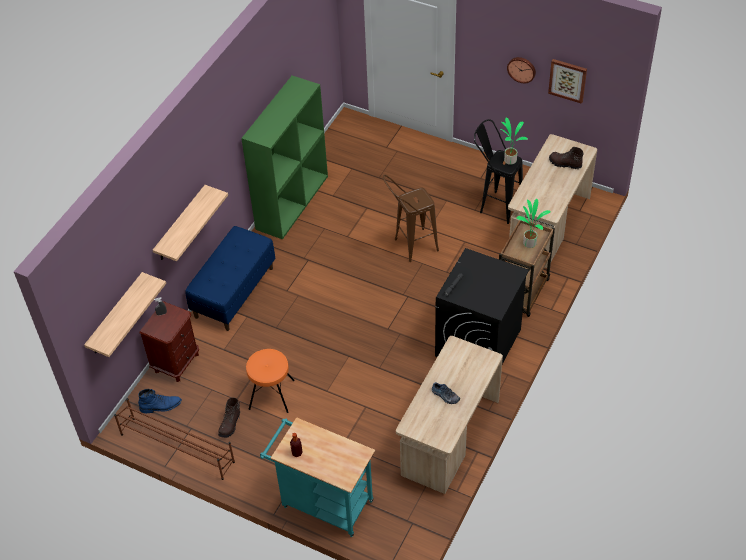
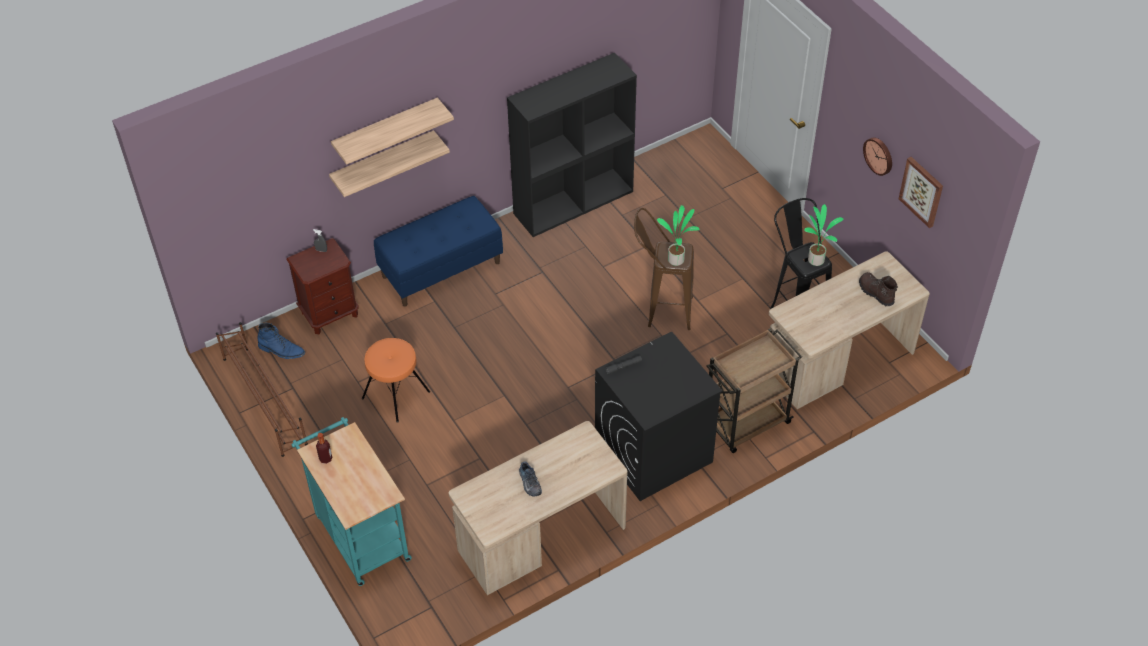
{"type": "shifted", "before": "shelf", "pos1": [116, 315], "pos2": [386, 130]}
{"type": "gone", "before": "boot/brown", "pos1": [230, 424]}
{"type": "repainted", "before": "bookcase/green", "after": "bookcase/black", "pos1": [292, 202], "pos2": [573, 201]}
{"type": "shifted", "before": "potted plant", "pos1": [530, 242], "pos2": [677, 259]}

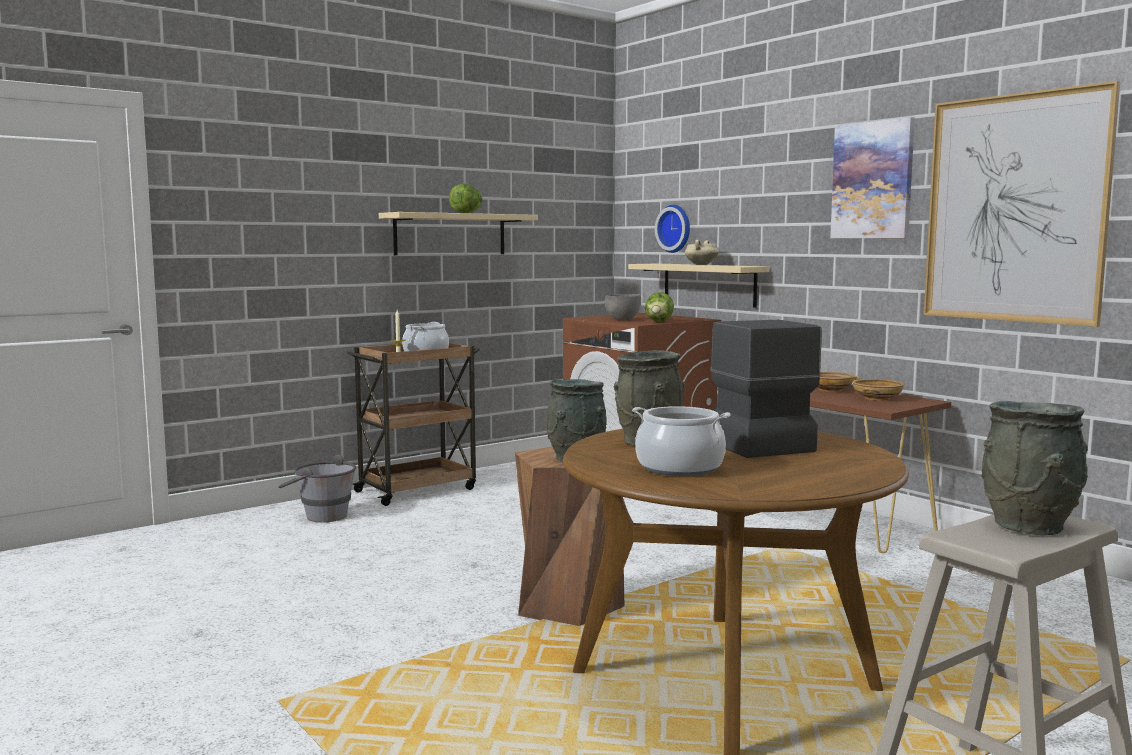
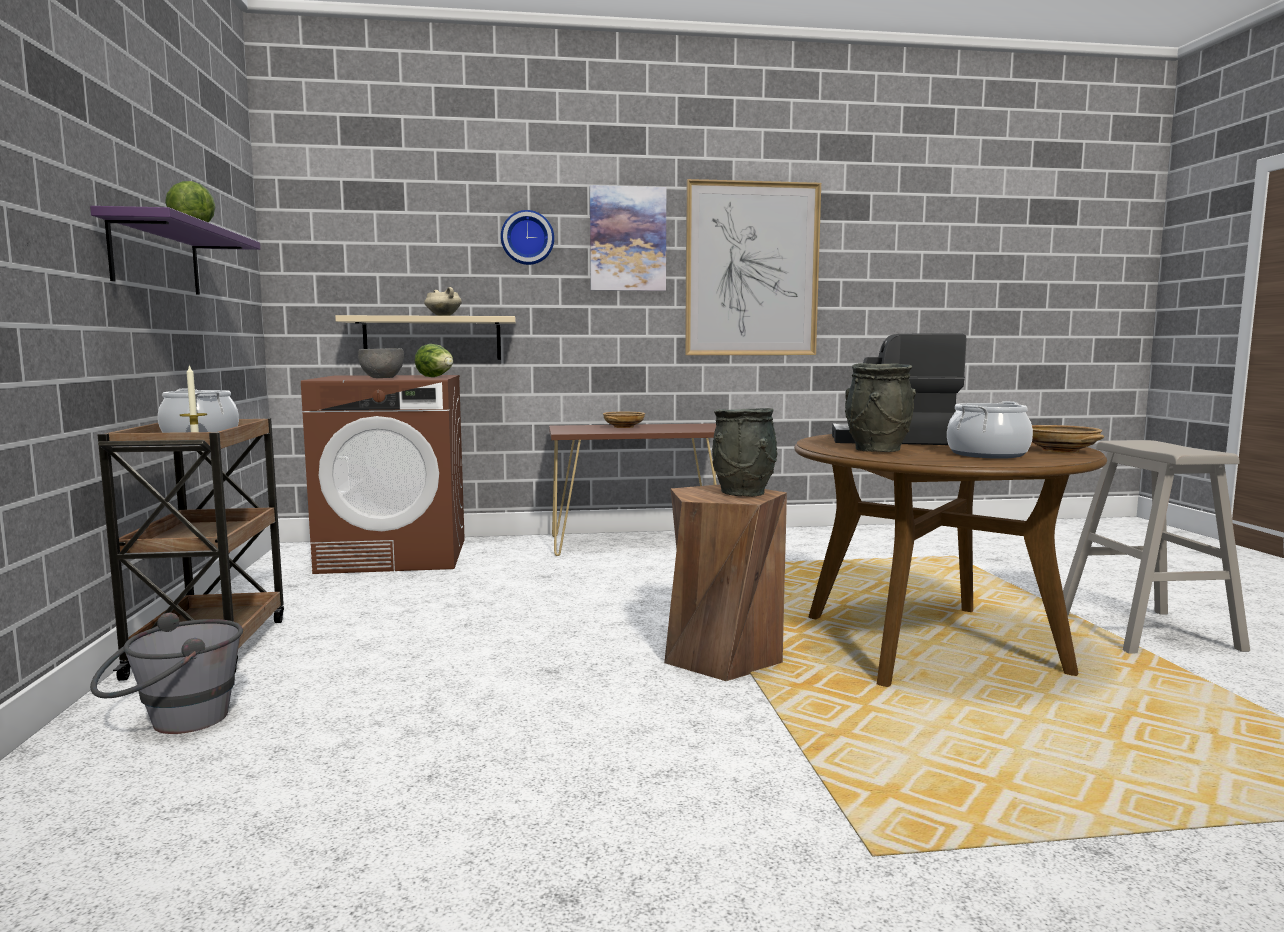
{"type": "repainted", "before": "shelf/beige", "after": "shelf/purple", "pos1": [450, 234], "pos2": [156, 257]}
{"type": "shifted", "before": "wall clock", "pos1": [675, 228], "pos2": [527, 238]}
{"type": "shifted", "before": "bowl/beige", "pos1": [877, 398], "pos2": [1061, 451]}
{"type": "gone", "before": "vase/grey", "pos1": [1029, 526]}

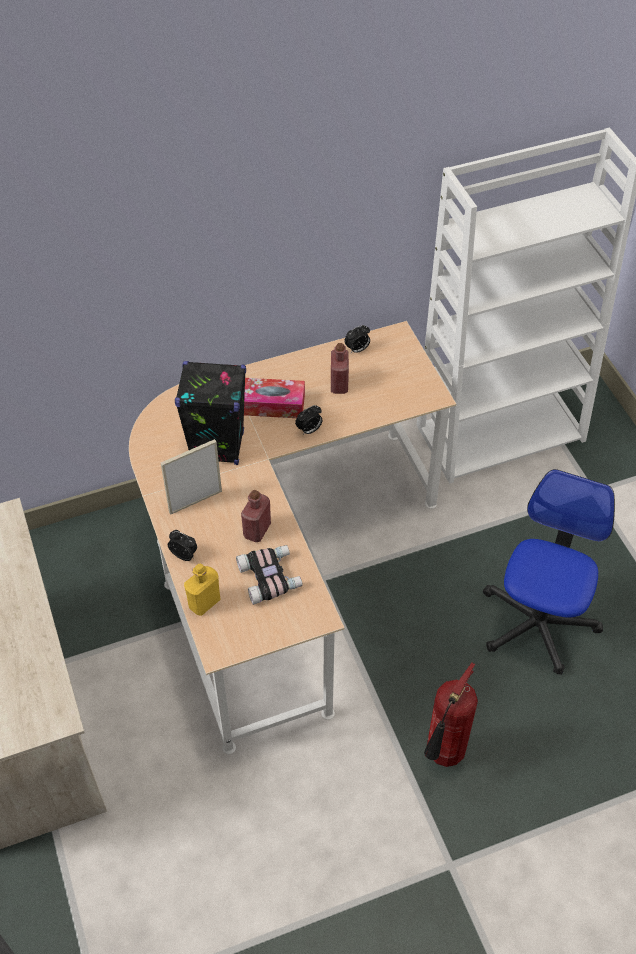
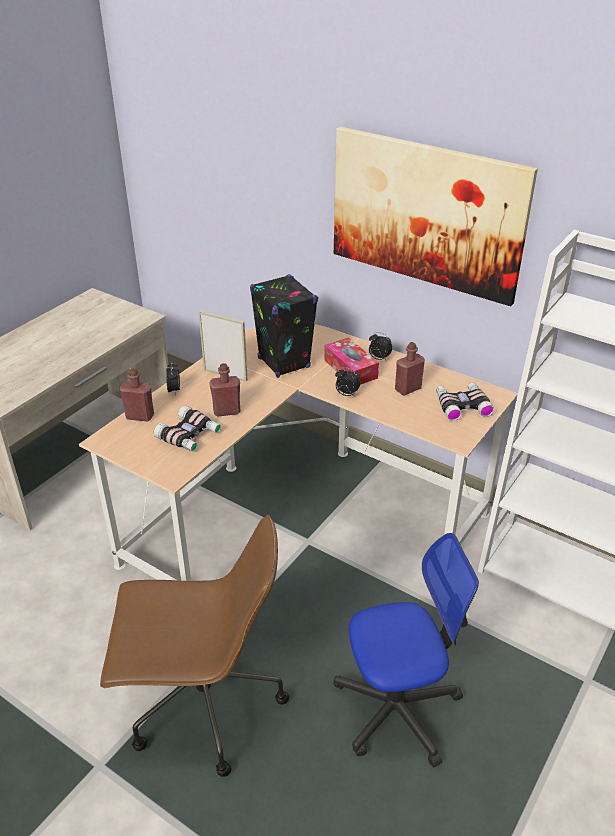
{"type": "repainted", "before": "bottle/yellow", "after": "bottle/red", "pos1": [204, 603], "pos2": [140, 416]}
{"type": "shifted", "before": "alarm clock", "pos1": [357, 350], "pos2": [379, 358]}
{"type": "swapped", "before": "fire extinguisher", "after": "office chair/brown", "pos1": [443, 756], "pos2": [203, 705]}
{"type": "new", "after": "picture", "pos2": [426, 214]}
{"type": "new", "after": "binoculars", "pos2": [462, 405]}

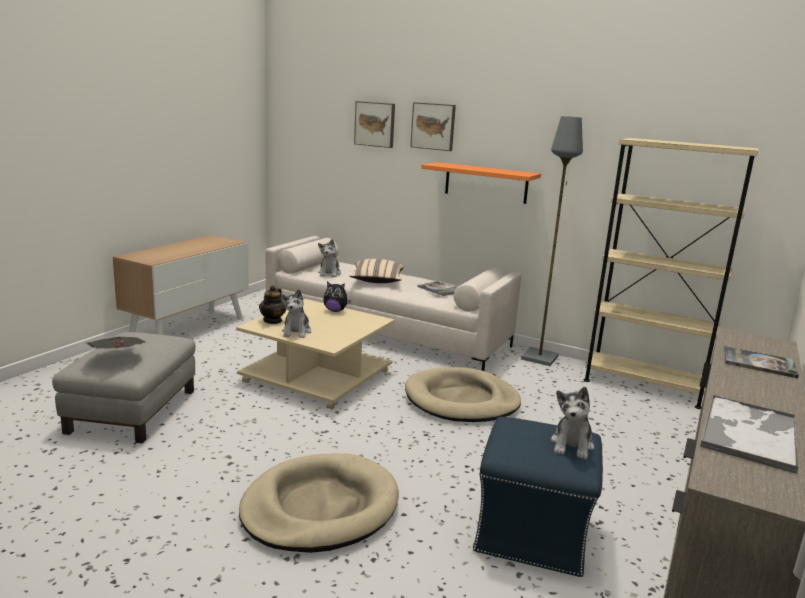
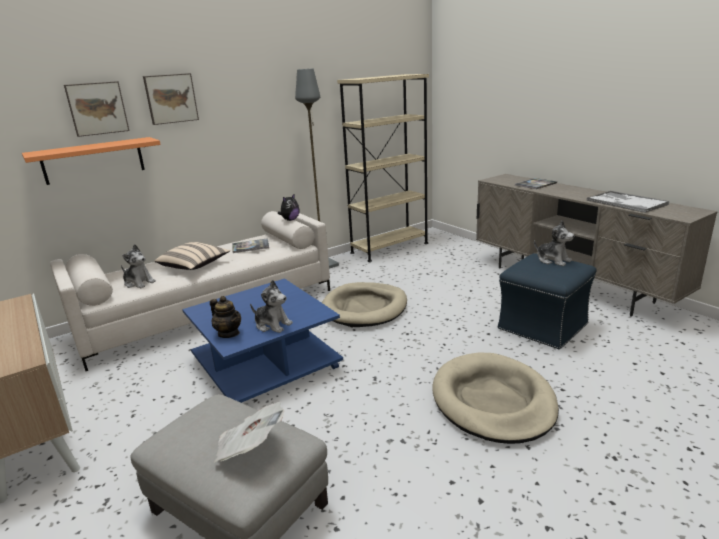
{"type": "repainted", "before": "coffee table/beige", "after": "coffee table/blue", "pos1": [319, 376], "pos2": [266, 362]}
{"type": "shifted", "before": "plush toy", "pos1": [335, 311], "pos2": [290, 220]}
{"type": "shifted", "before": "shelf/orange", "pos1": [486, 183], "pos2": [93, 160]}

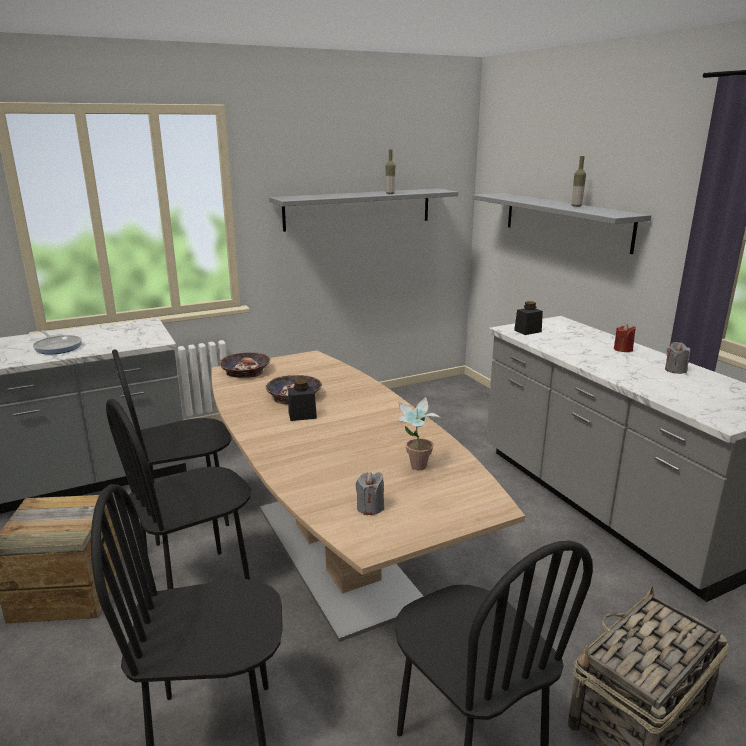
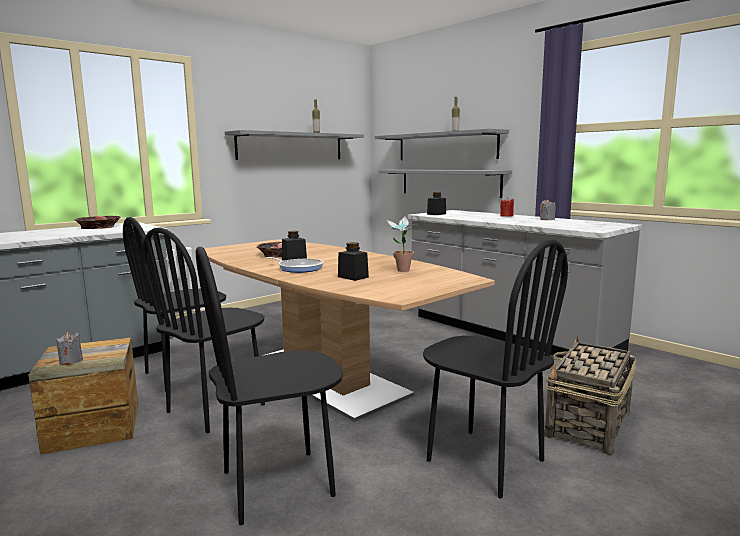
{"type": "shifted", "before": "frying pan", "pos1": [58, 347], "pos2": [299, 268]}
{"type": "shifted", "before": "bowl", "pos1": [245, 371], "pos2": [98, 227]}
{"type": "shifted", "before": "candle/grey", "pos1": [370, 508], "pos2": [71, 361]}
{"type": "new", "after": "jar/black", "pos2": [353, 277]}
{"type": "new", "after": "shelf/grey", "pos2": [449, 182]}

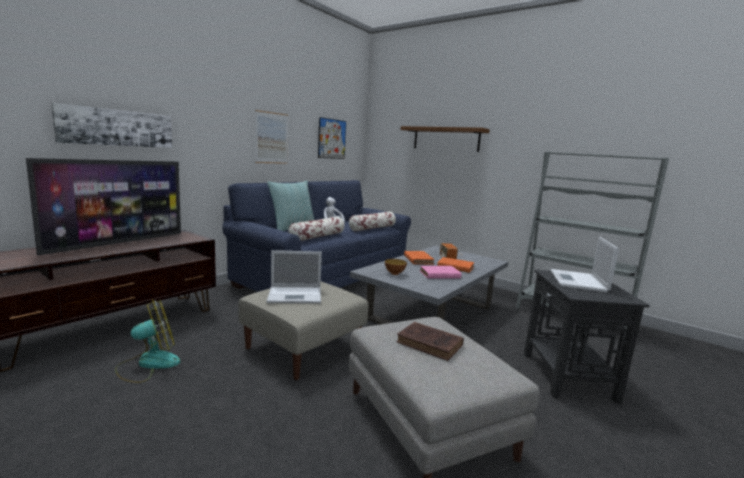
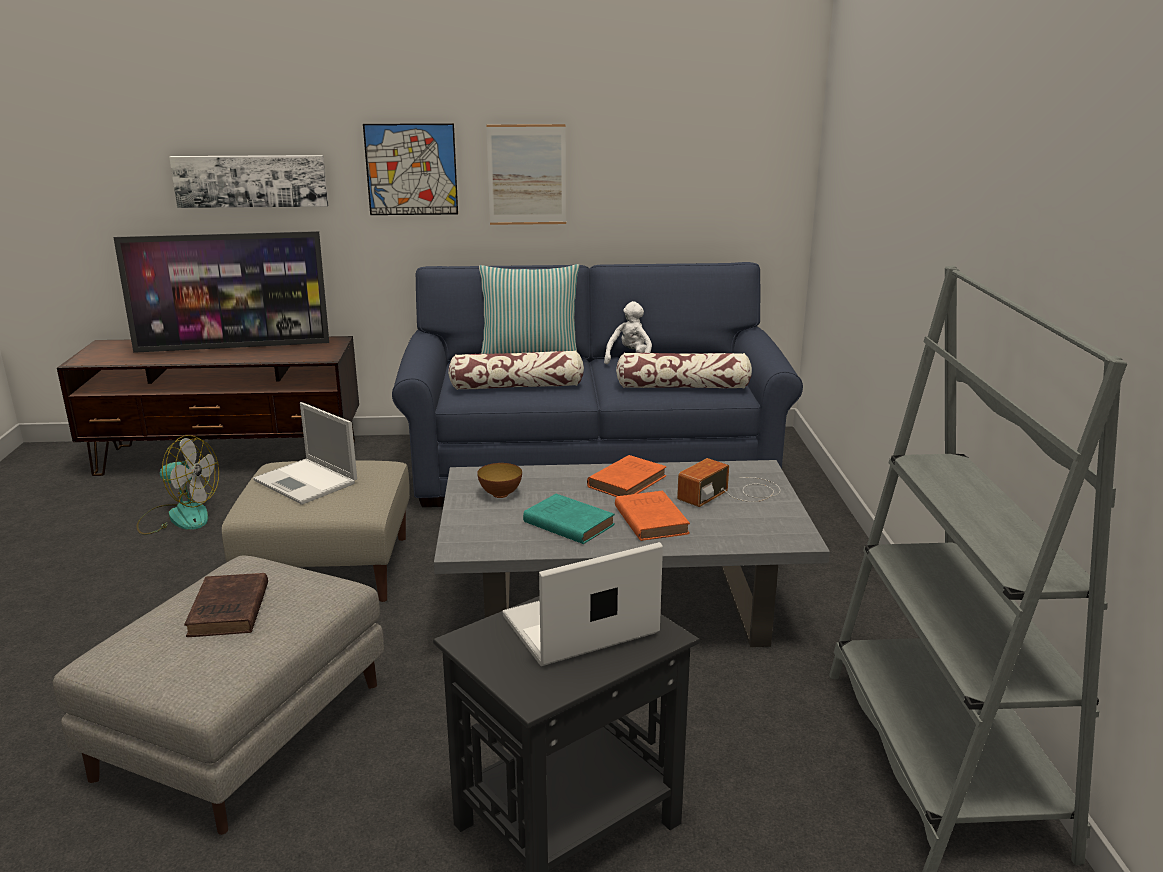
{"type": "shifted", "before": "picture", "pos1": [332, 139], "pos2": [411, 169]}
{"type": "gone", "before": "shelf/brown", "pos1": [446, 139]}
{"type": "repainted", "before": "book/pink", "after": "book/turquoise", "pos1": [438, 274], "pos2": [567, 523]}

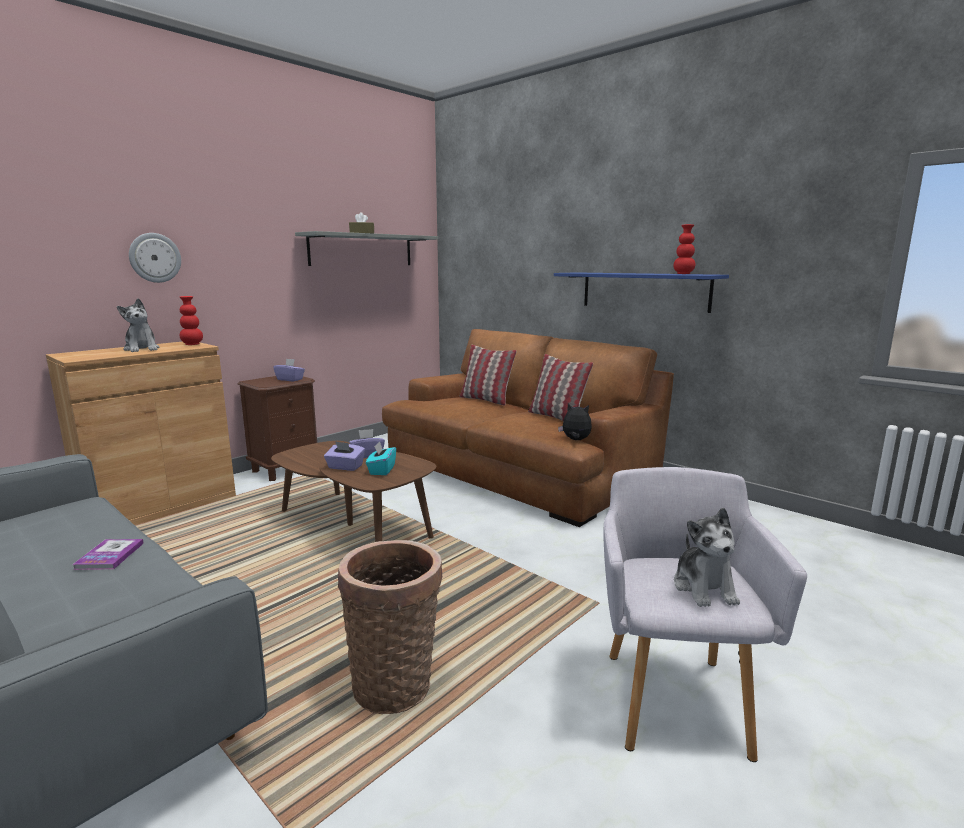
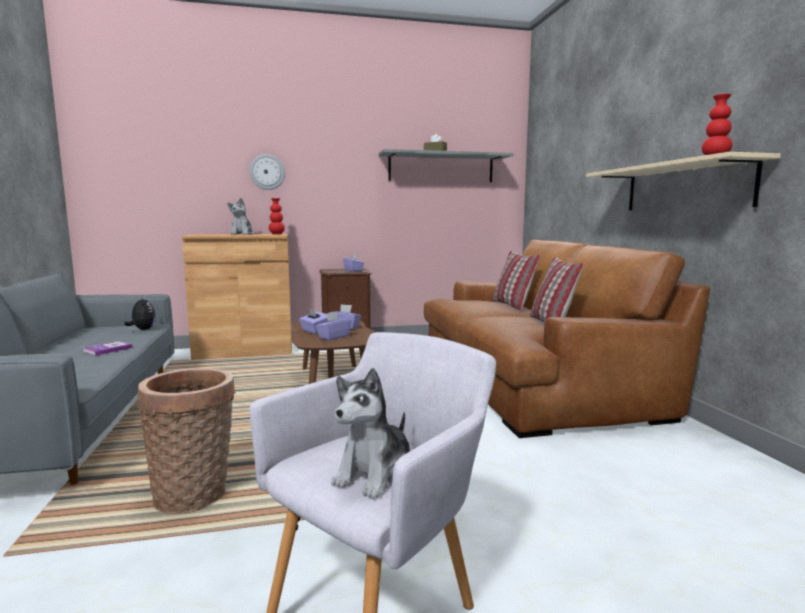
{"type": "repainted", "before": "tissue box/turquoise", "after": "tissue box/purple", "pos1": [381, 470], "pos2": [333, 337]}
{"type": "repainted", "before": "shelf/blue", "after": "shelf/beige", "pos1": [644, 291], "pos2": [685, 187]}
{"type": "shifted", "before": "plush toy", "pos1": [575, 440], "pos2": [143, 329]}

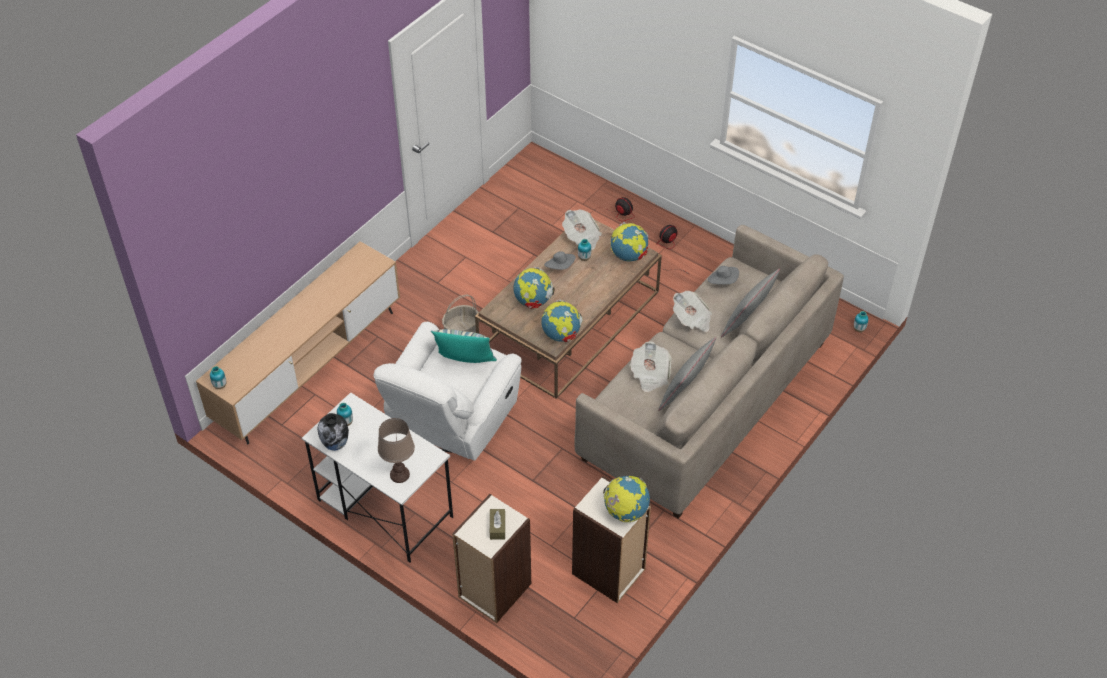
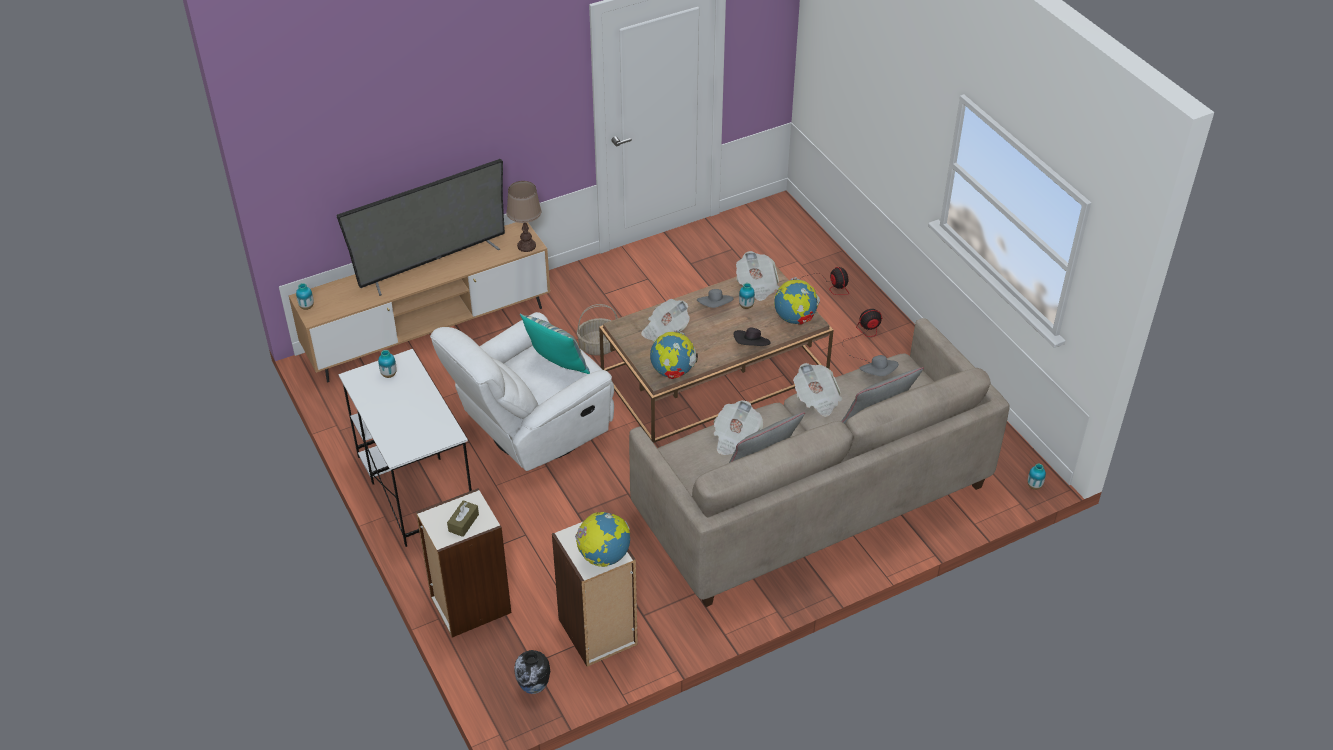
{"type": "shifted", "before": "vase", "pos1": [336, 445], "pos2": [534, 687]}
{"type": "shifted", "before": "table lamp/brown", "pos1": [399, 475], "pos2": [526, 246]}
{"type": "swapped", "before": "globe", "after": "newspaper", "pos1": [533, 302], "pos2": [665, 331]}
{"type": "new", "after": "television", "pos2": [433, 264]}
{"type": "new", "after": "hat/black", "pos2": [751, 346]}

